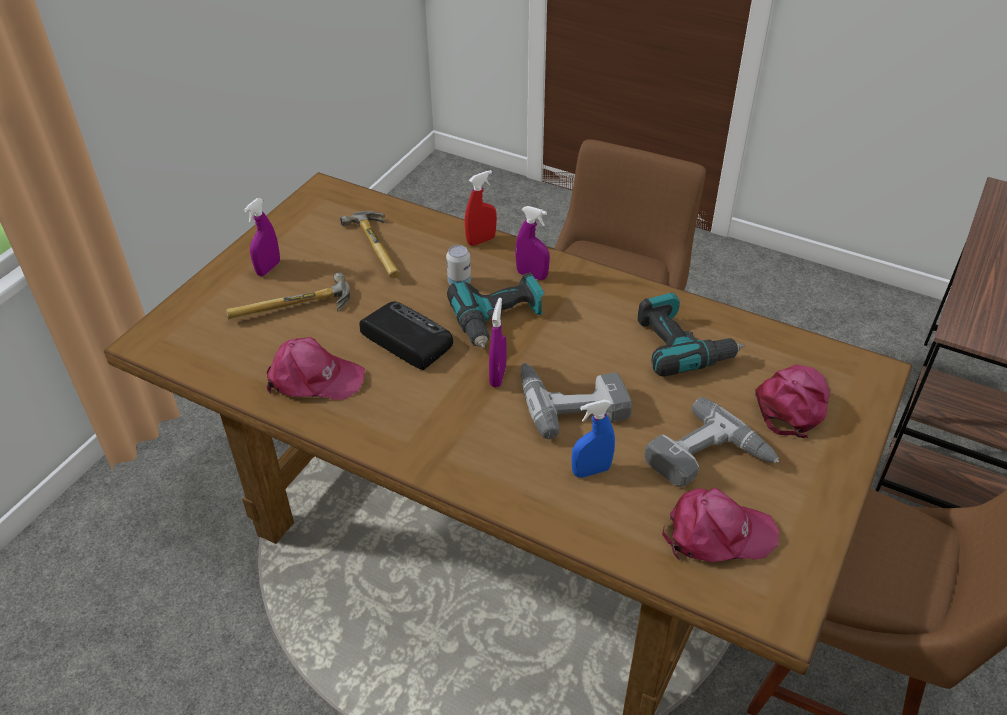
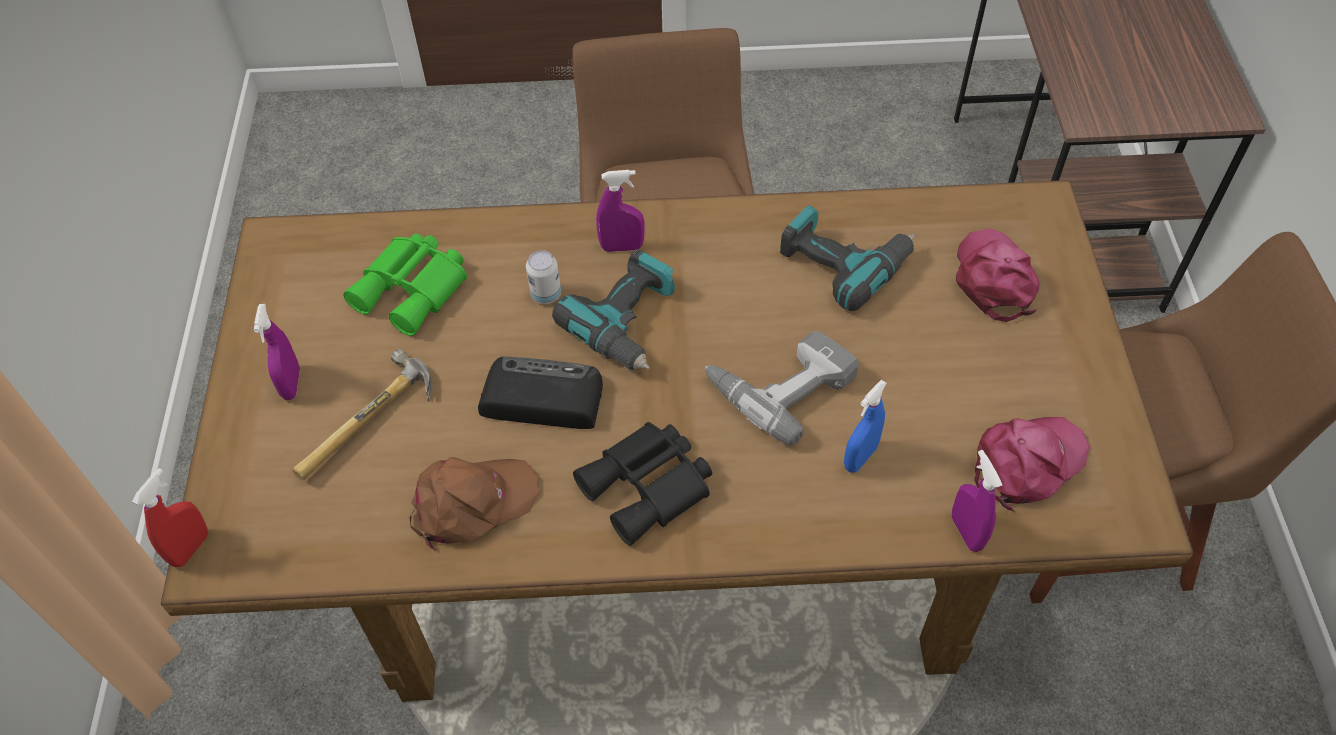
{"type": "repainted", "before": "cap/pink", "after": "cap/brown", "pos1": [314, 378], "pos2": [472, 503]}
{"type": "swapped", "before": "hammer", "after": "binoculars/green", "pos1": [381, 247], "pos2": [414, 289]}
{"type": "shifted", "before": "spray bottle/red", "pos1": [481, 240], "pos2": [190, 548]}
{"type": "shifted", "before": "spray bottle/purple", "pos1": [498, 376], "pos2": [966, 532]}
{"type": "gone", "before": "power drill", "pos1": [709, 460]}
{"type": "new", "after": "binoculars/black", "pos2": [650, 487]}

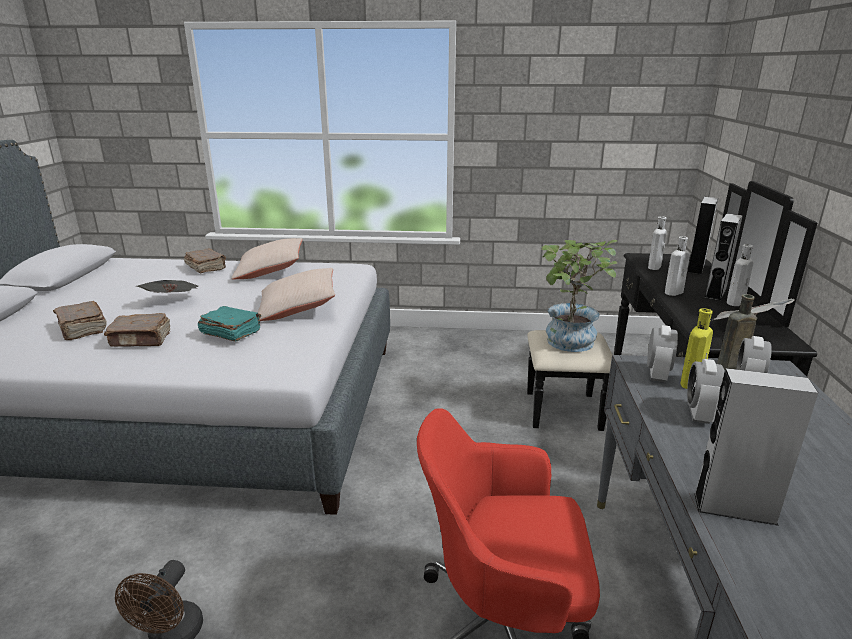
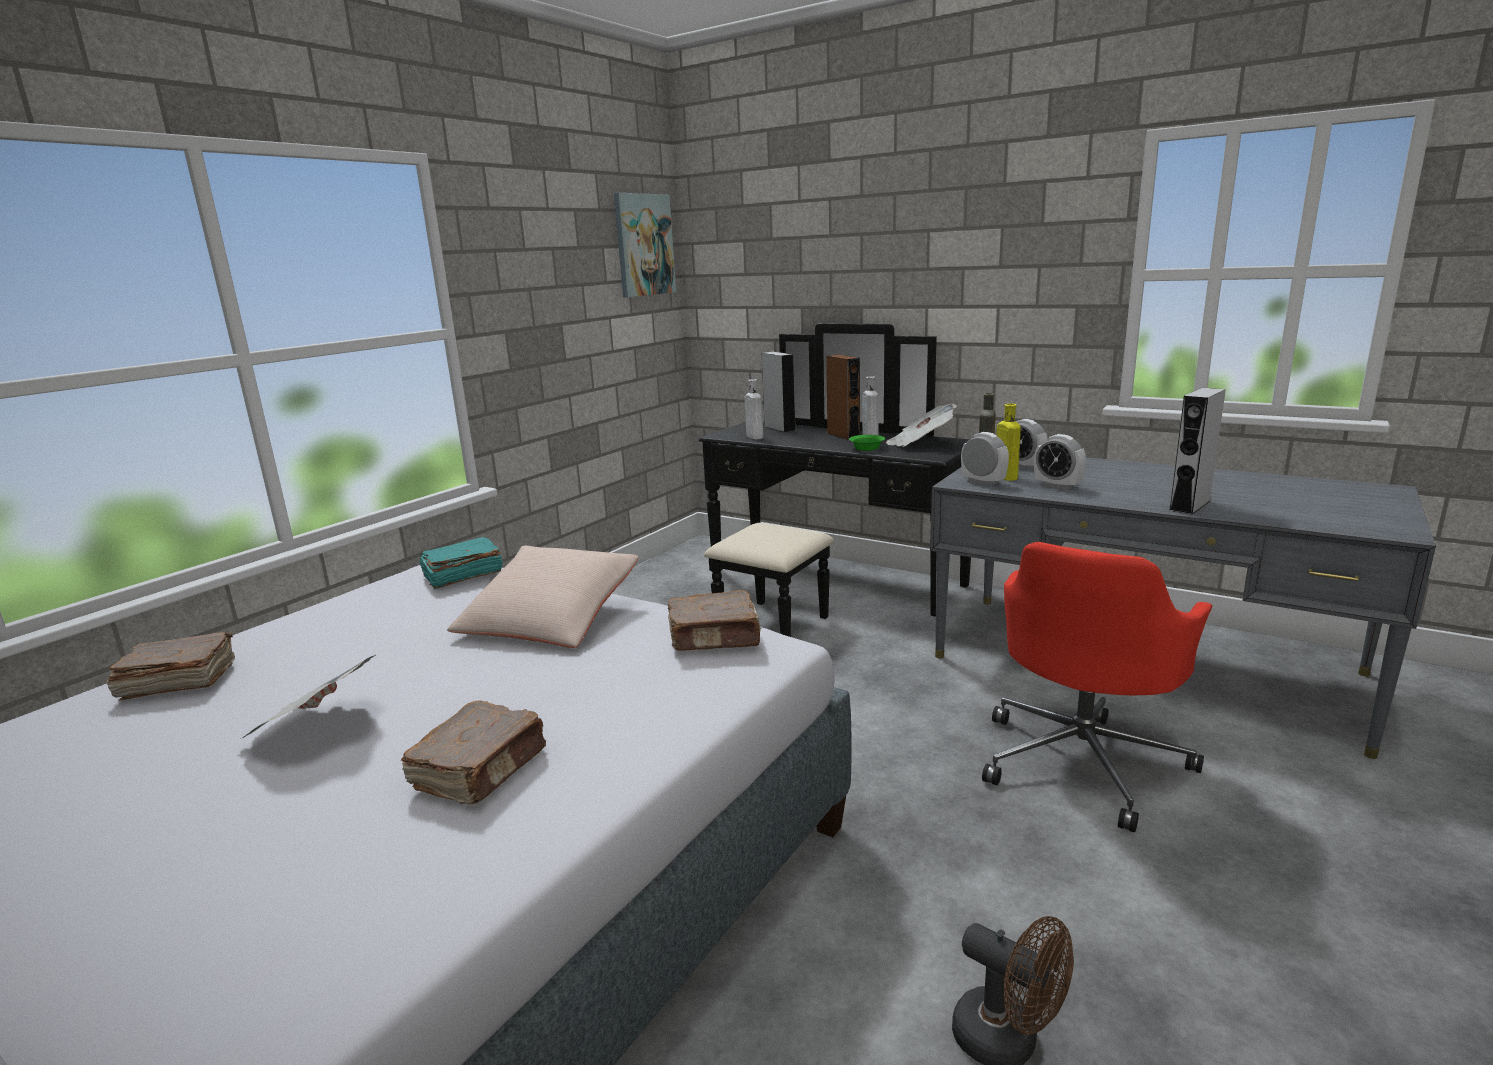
{"type": "shifted", "before": "book/brown", "pos1": [82, 329], "pos2": [715, 638]}
{"type": "shifted", "before": "book/turquoise", "pos1": [231, 333], "pos2": [462, 576]}
{"type": "gone", "before": "pillow/beige", "pos1": [270, 271]}
{"type": "gone", "before": "potted plant", "pos1": [568, 344]}
{"type": "gone", "before": "bottle/white", "pos1": [674, 292]}
{"type": "repainted", "before": "speaker/grey", "after": "speaker/brown", "pos1": [715, 293], "pos2": [843, 436]}
{"type": "new", "after": "picture", "pos2": [644, 245]}
{"type": "new", "after": "bowl/green", "pos2": [867, 448]}

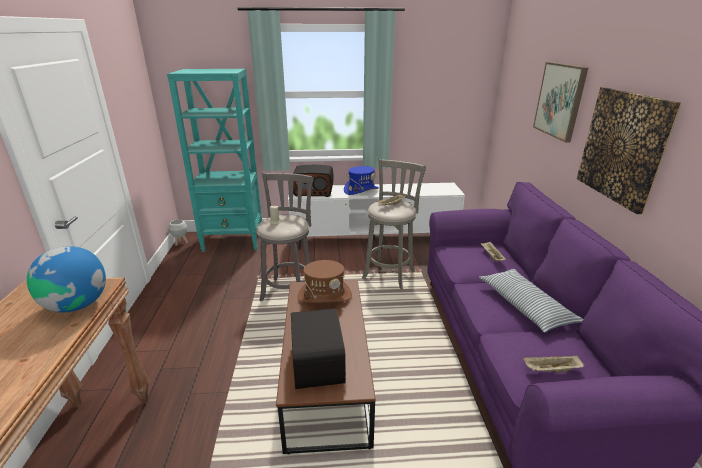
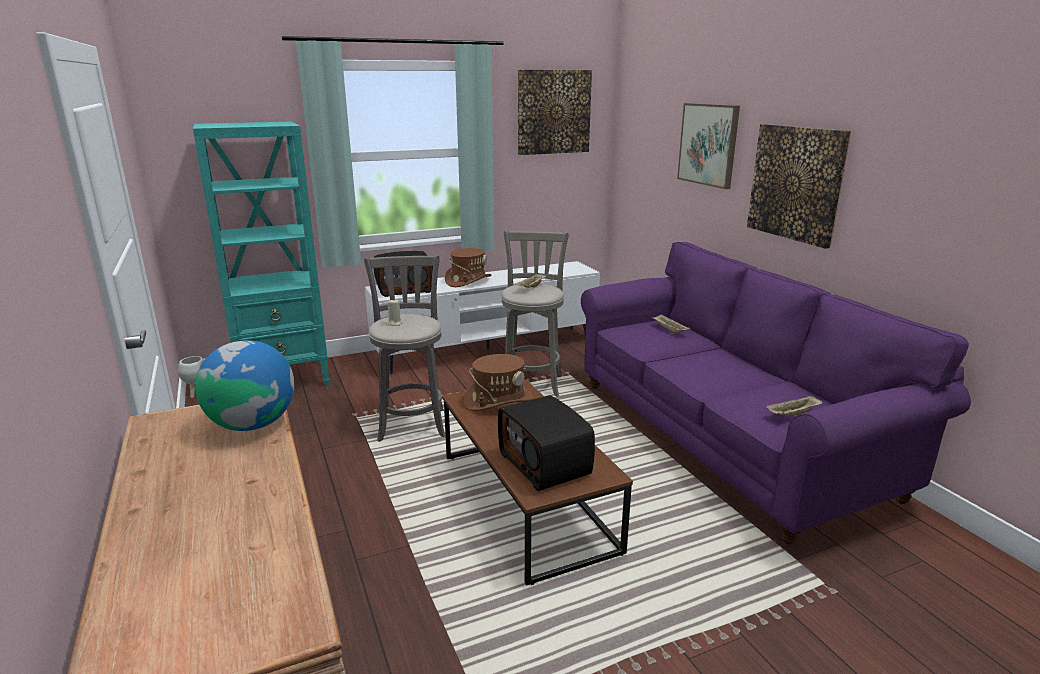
{"type": "repainted", "before": "hat/blue", "after": "hat/brown", "pos1": [361, 190], "pos2": [468, 281]}
{"type": "gone", "before": "pillow", "pos1": [525, 306]}
{"type": "new", "after": "picture", "pos2": [553, 112]}

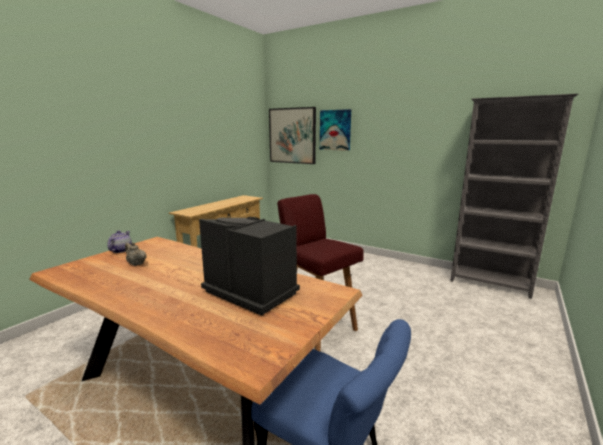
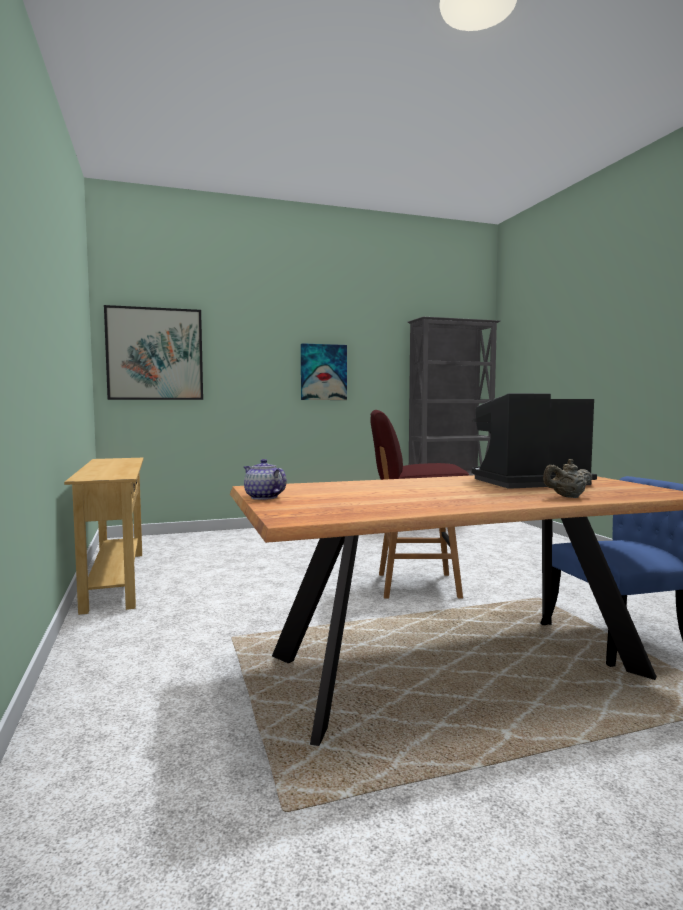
{"type": "shifted", "before": "teapot/beige", "pos1": [136, 264], "pos2": [567, 497]}
{"type": "shifted", "before": "picture", "pos1": [335, 130], "pos2": [323, 372]}

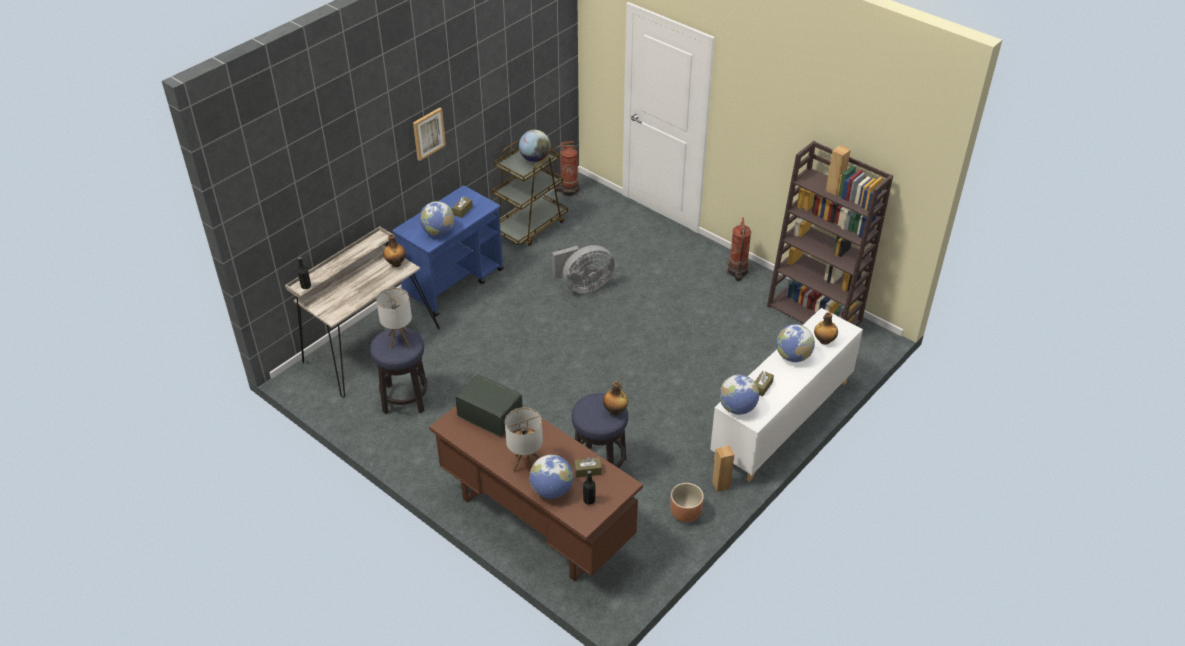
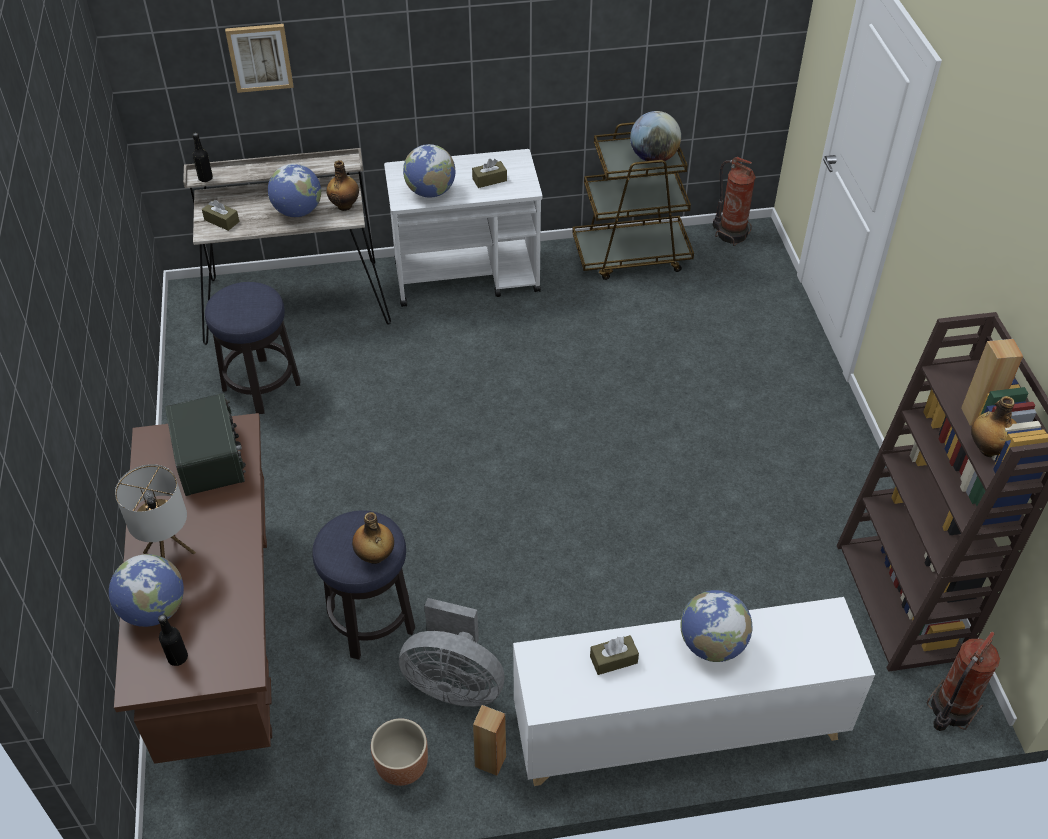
{"type": "gone", "before": "table lamp", "pos1": [399, 340]}
{"type": "repainted", "before": "cart/blue", "after": "cart/white", "pos1": [454, 282], "pos2": [467, 277]}
{"type": "shifted", "before": "picture", "pos1": [428, 133], "pos2": [260, 57]}
{"type": "shifted", "before": "fan/grey", "pos1": [584, 286], "pos2": [454, 684]}
{"type": "shifted", "before": "tissue box/brown", "pos1": [587, 471], "pos2": [221, 221]}
{"type": "shifted", "before": "globe", "pos1": [737, 408], "pos2": [298, 211]}
{"type": "shifted", "before": "fire extinguisher", "pos1": [737, 271], "pos2": [950, 709]}
{"type": "shifted", "before": "bottle", "pos1": [824, 341], "pos2": [988, 449]}

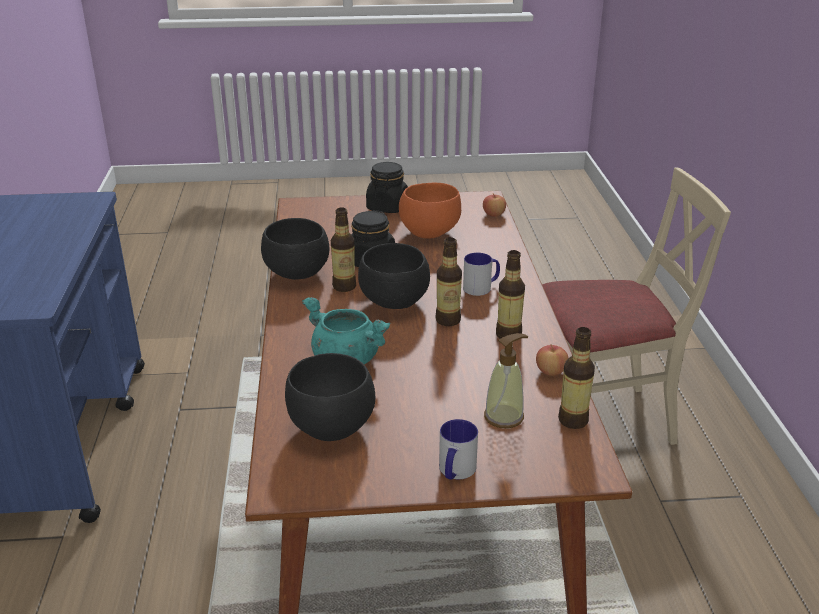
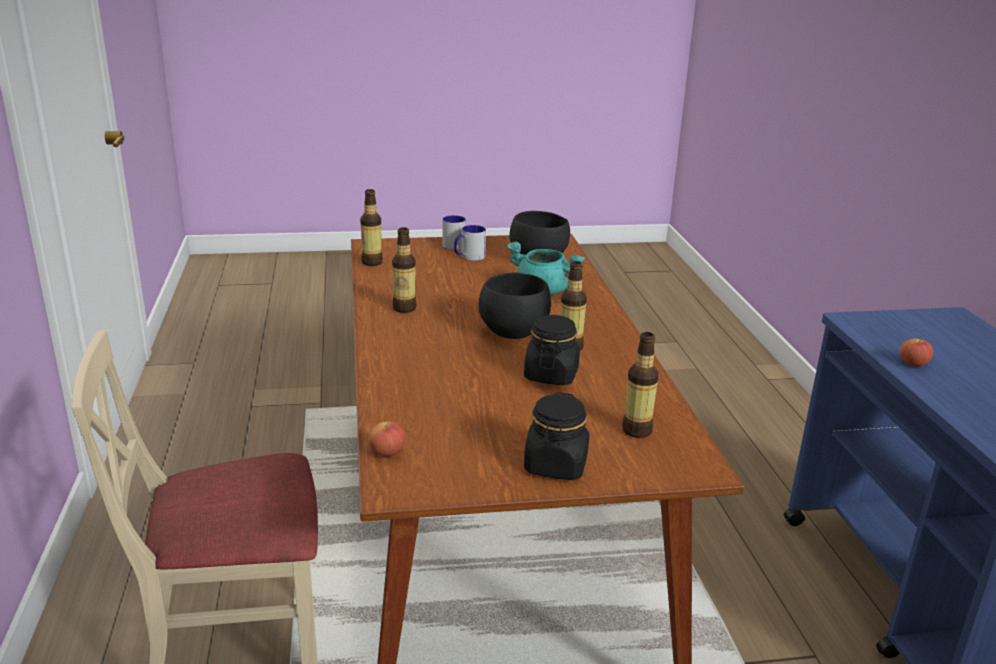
{"type": "gone", "before": "bowl/black", "pos1": [299, 274]}
{"type": "gone", "before": "bowl/orange", "pos1": [428, 233]}
{"type": "shifted", "before": "bottle", "pos1": [448, 320], "pos2": [636, 430]}
{"type": "shifted", "before": "mug", "pos1": [481, 287], "pos2": [469, 257]}
{"type": "gone", "before": "soap dispenser", "pos1": [504, 417]}
{"type": "shifted", "before": "apple", "pos1": [551, 371], "pos2": [913, 364]}

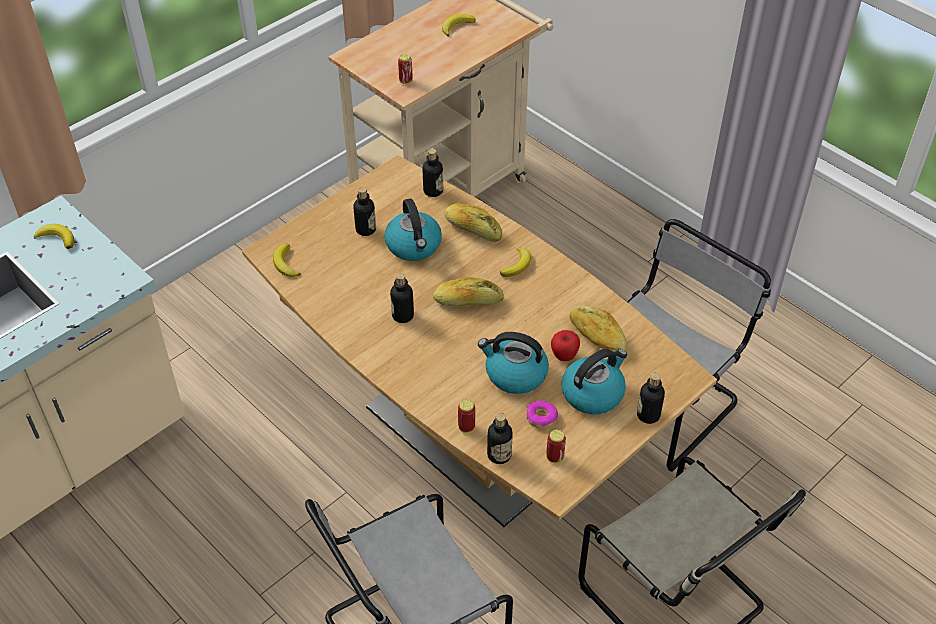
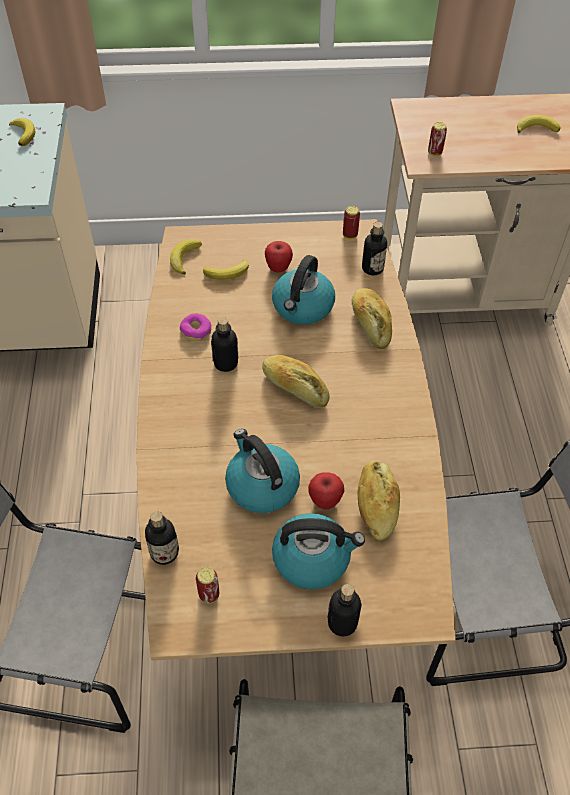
{"type": "swapped", "before": "bottle", "after": "apple", "pos1": [365, 229], "pos2": [278, 268]}
{"type": "shifted", "before": "can", "pos1": [466, 427], "pos2": [350, 235]}
{"type": "shifted", "before": "banana", "pos1": [517, 265], "pos2": [228, 273]}
{"type": "shifted", "before": "donut", "pos1": [541, 418], "pos2": [196, 331]}

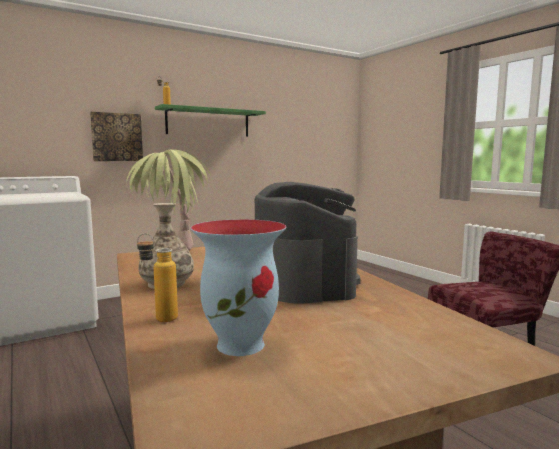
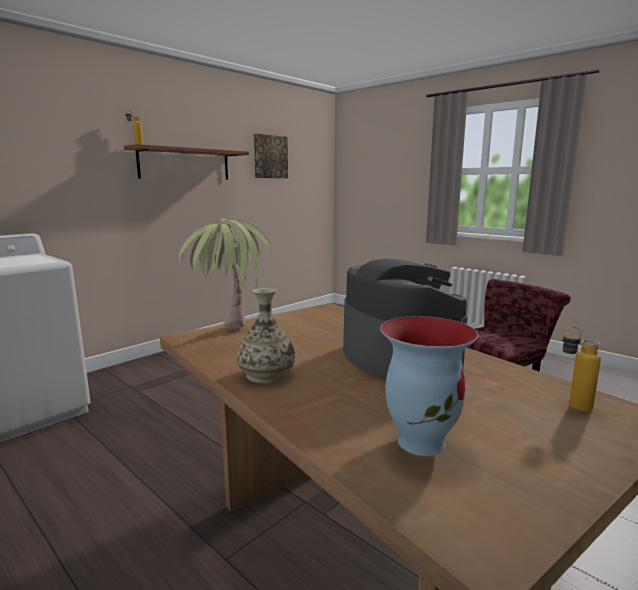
{"type": "shifted", "before": "picture", "pos1": [117, 137], "pos2": [270, 157]}
{"type": "shifted", "before": "bottle", "pos1": [158, 318], "pos2": [571, 407]}
{"type": "repainted", "before": "shelf/green", "after": "shelf/brown", "pos1": [208, 122], "pos2": [185, 164]}

